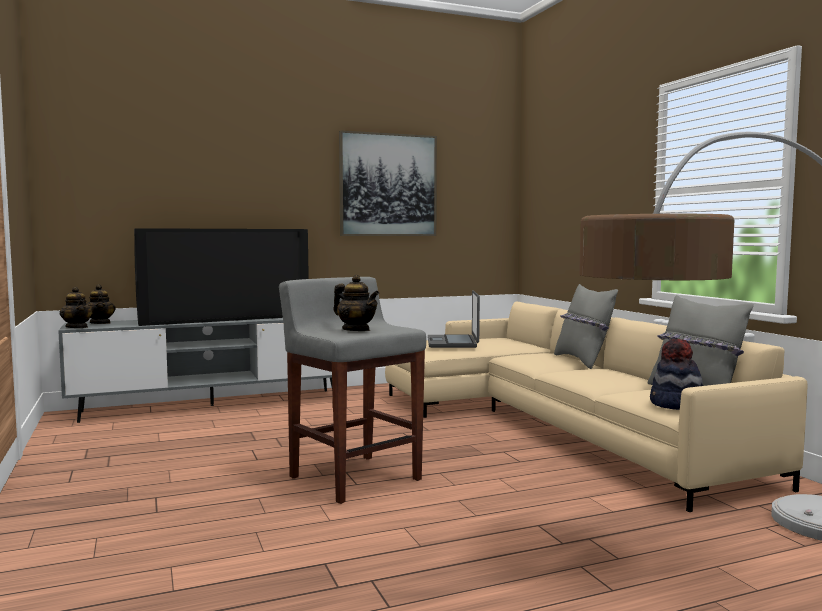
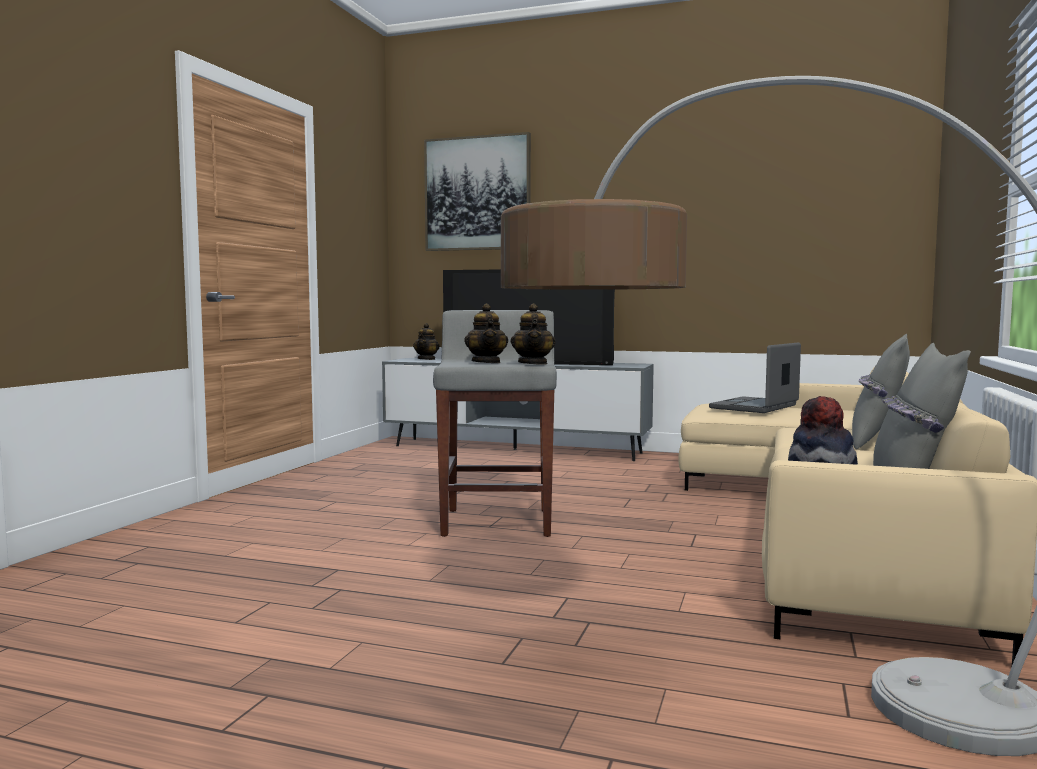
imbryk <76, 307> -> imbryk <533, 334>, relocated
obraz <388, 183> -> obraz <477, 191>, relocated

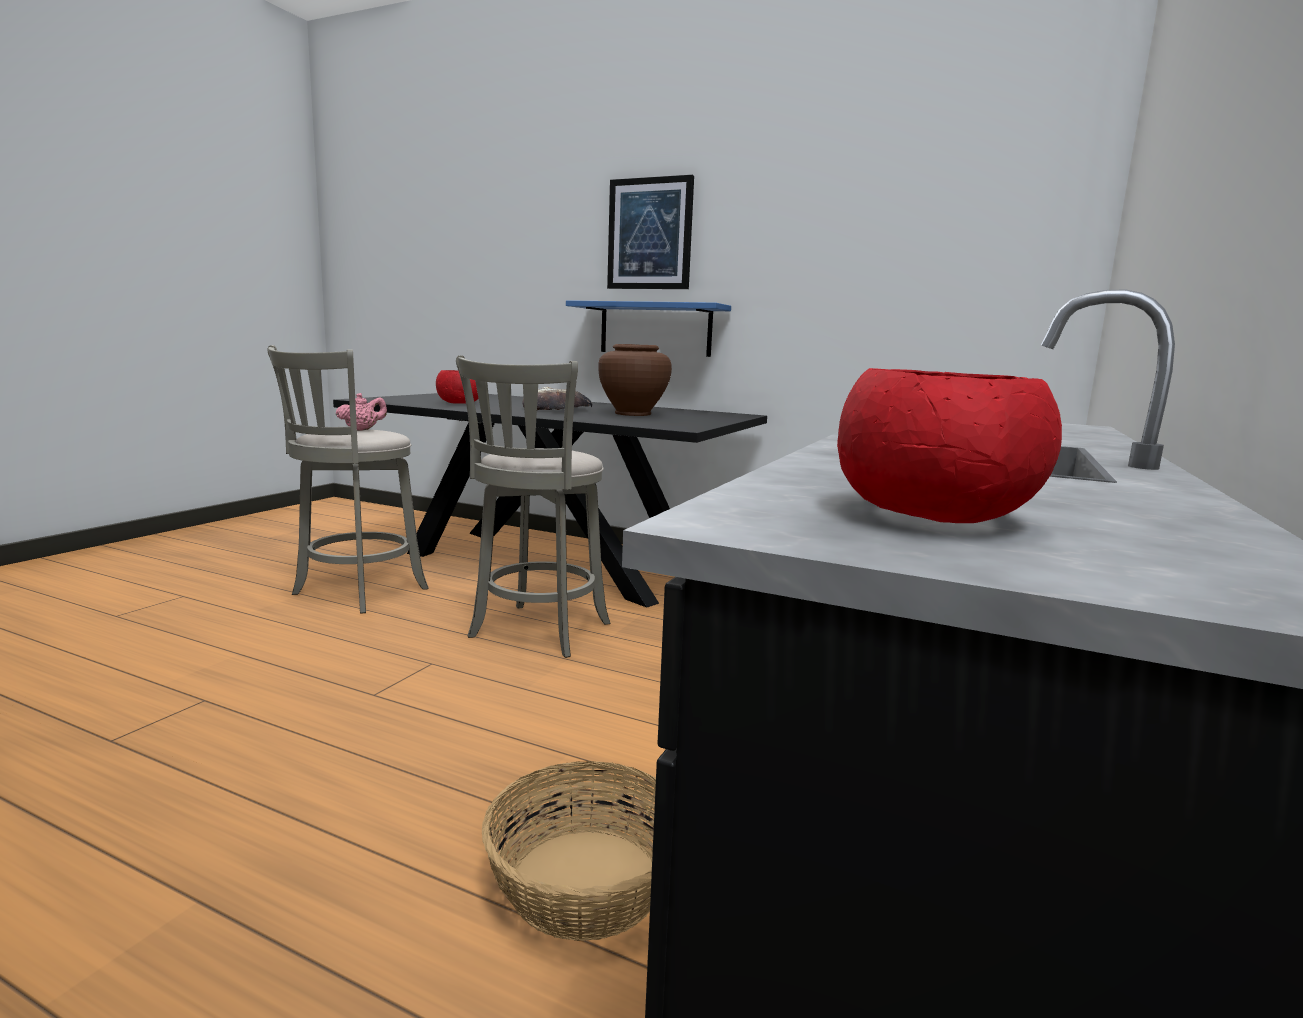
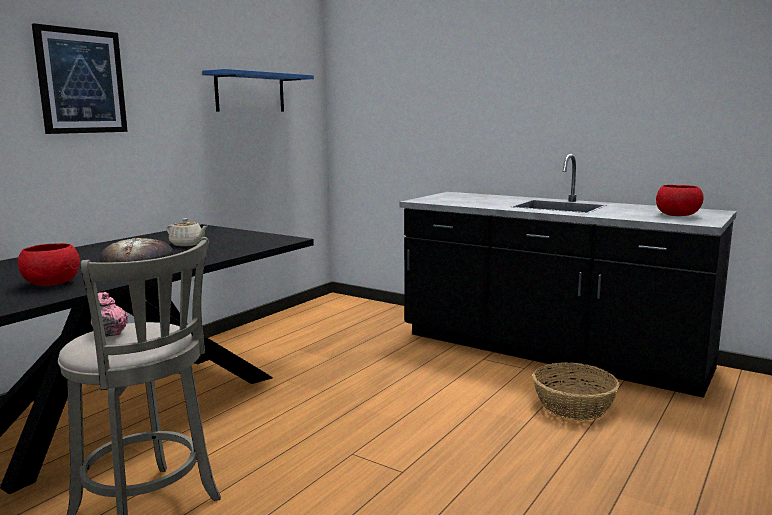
stołek/szary <533, 506> -> none
półka/niebieski <648, 328> -> półka/niebieski <258, 90>, relocated
wazon/brązowy <635, 380> -> imbryk/beżowy <186, 232>

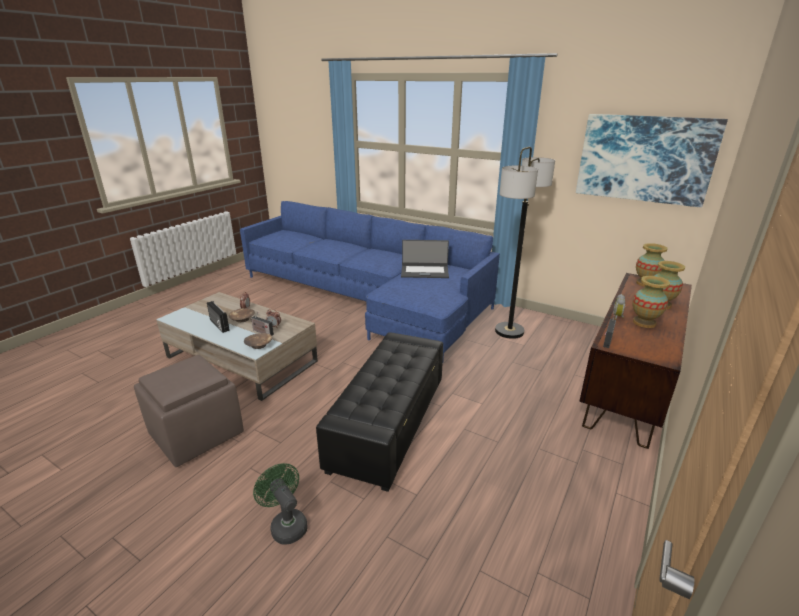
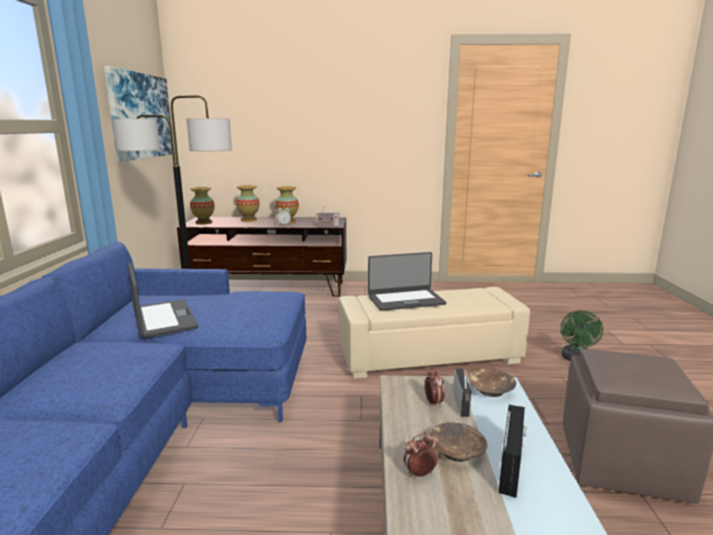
none -> laptop <407, 281>
pufa/czarny <379, 412> -> pufa/beżowy <434, 333>

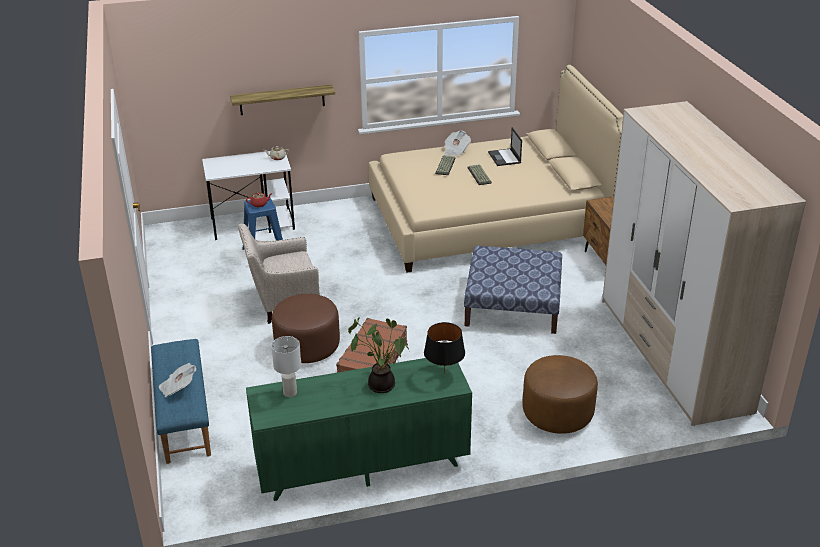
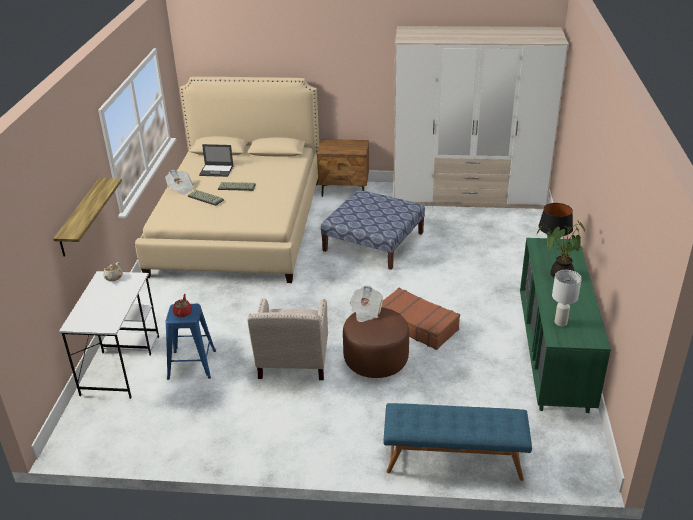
pufa/brązowy <560, 394> -> none
gazeta <177, 380> -> gazeta <366, 304>, relocated

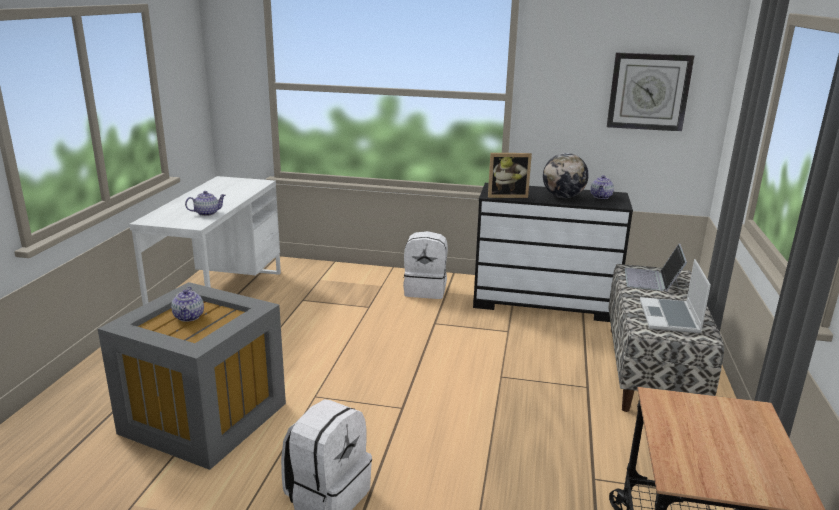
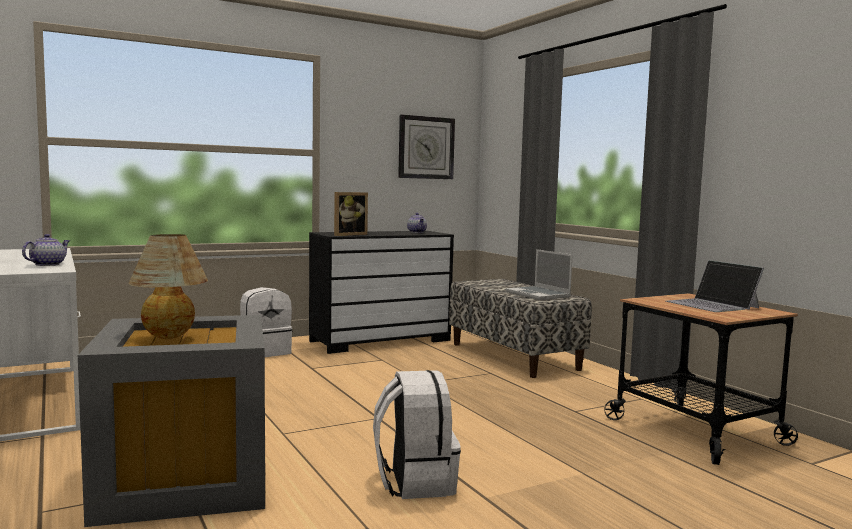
globus <566, 175> -> none
laptop <656, 268> -> laptop <714, 286>, relocated
imbryk <187, 304> -> lampa stołowa <168, 286>

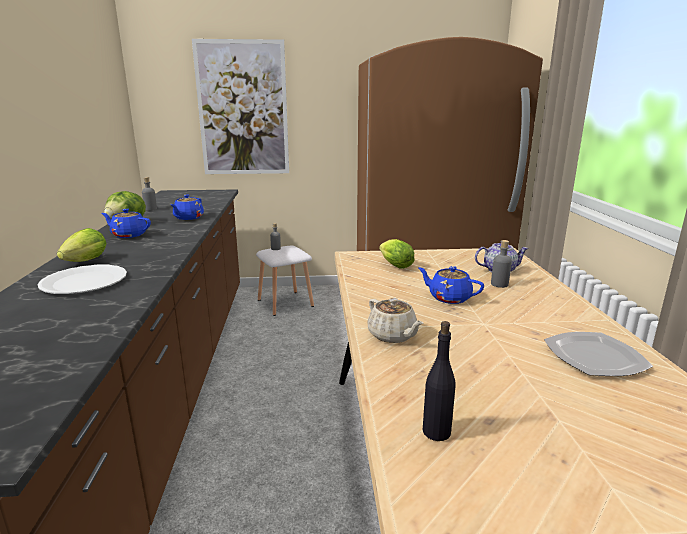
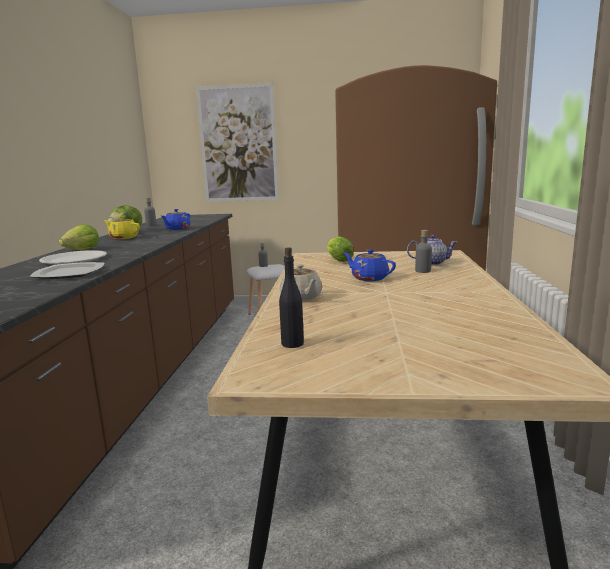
talerz <598, 354> -> talerz <66, 270>, relocated
imbryk/niebieski <126, 223> -> imbryk/żółty <122, 227>

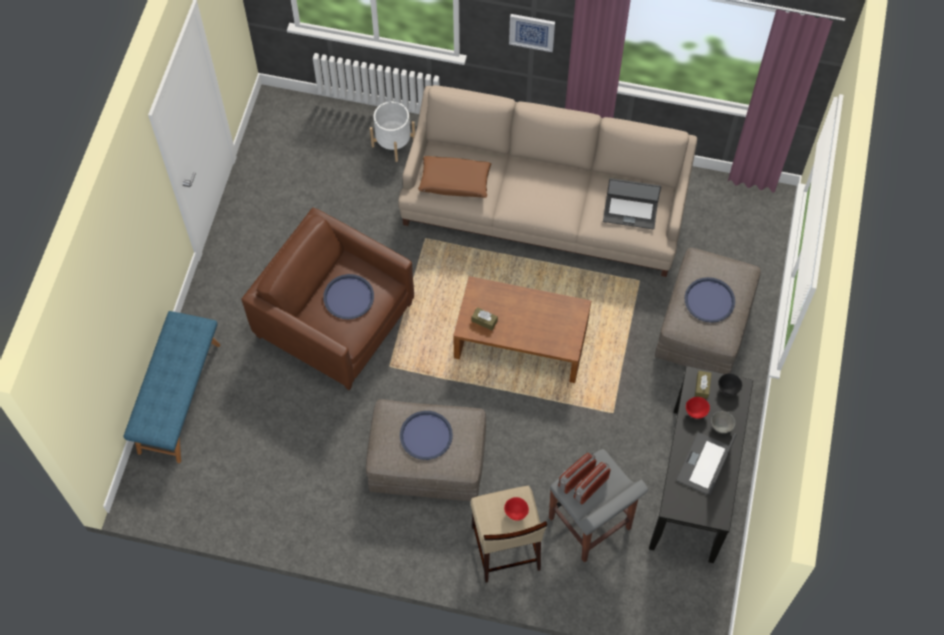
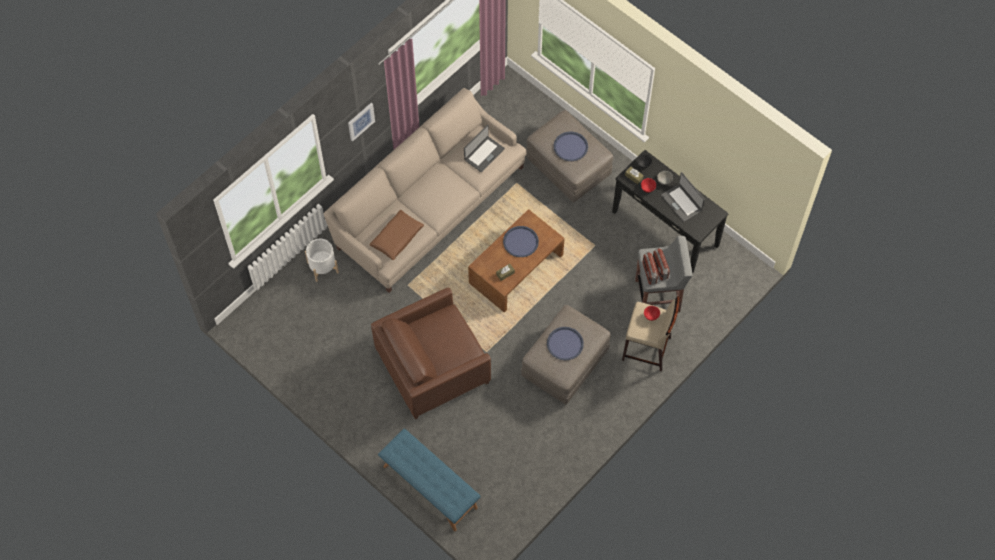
taca/niebieski <348, 296> -> taca/niebieski <521, 241>, relocated

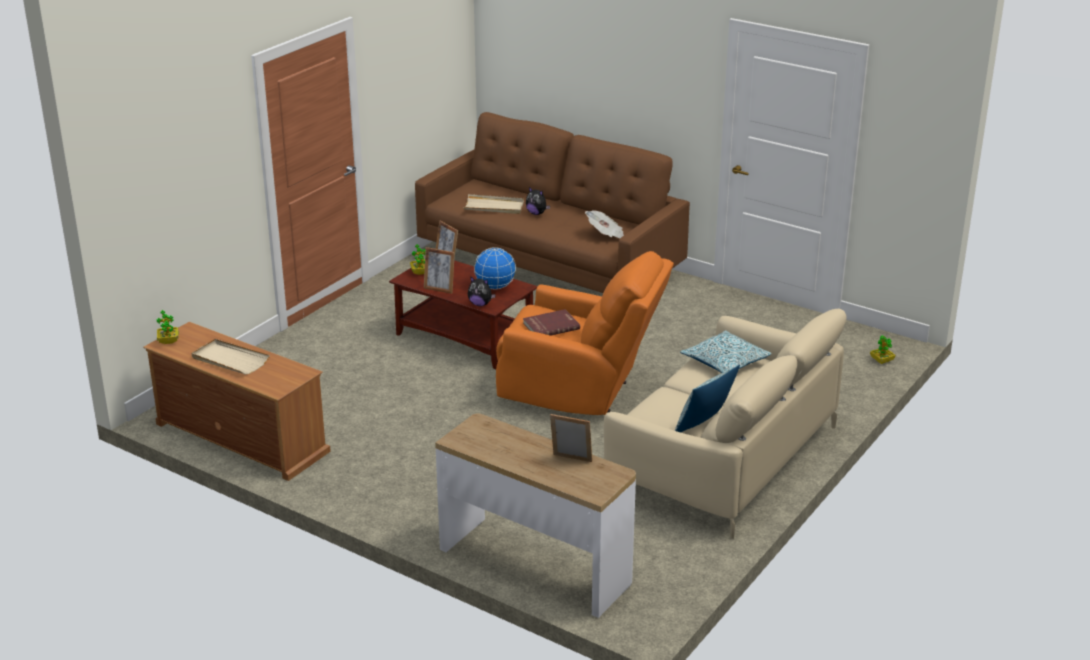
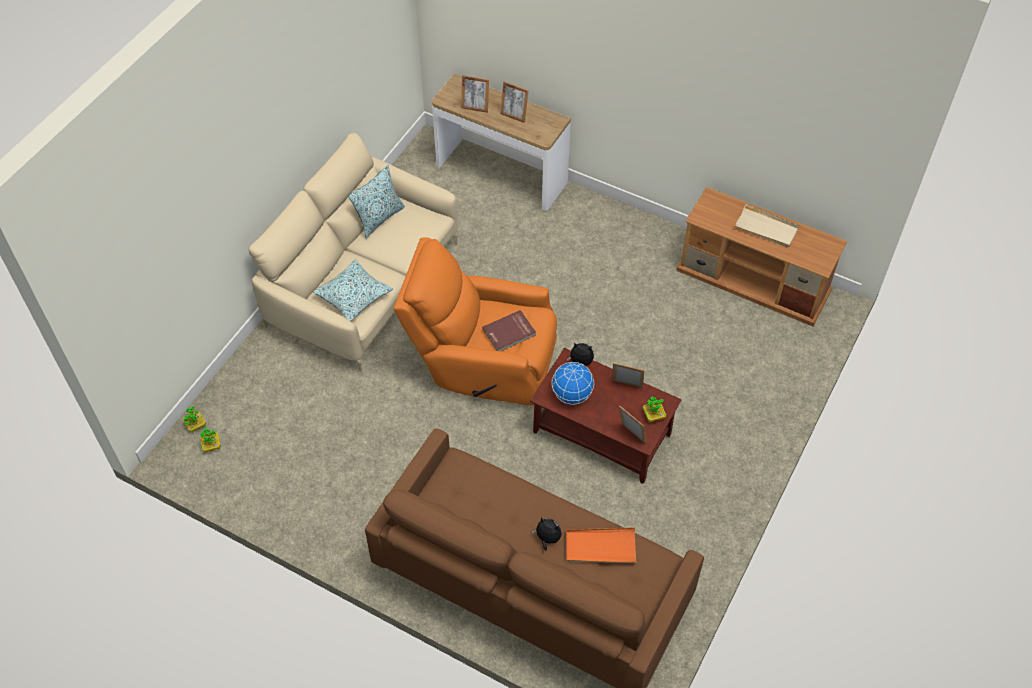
gazeta <604, 224> -> none
none -> ramka na zdjęcie <514, 102>
roślina doniczkowa <167, 327> -> roślina doniczkowa <210, 440>, relocated
taca/beżowy <493, 204> -> taca/pomarańczowy <601, 545>

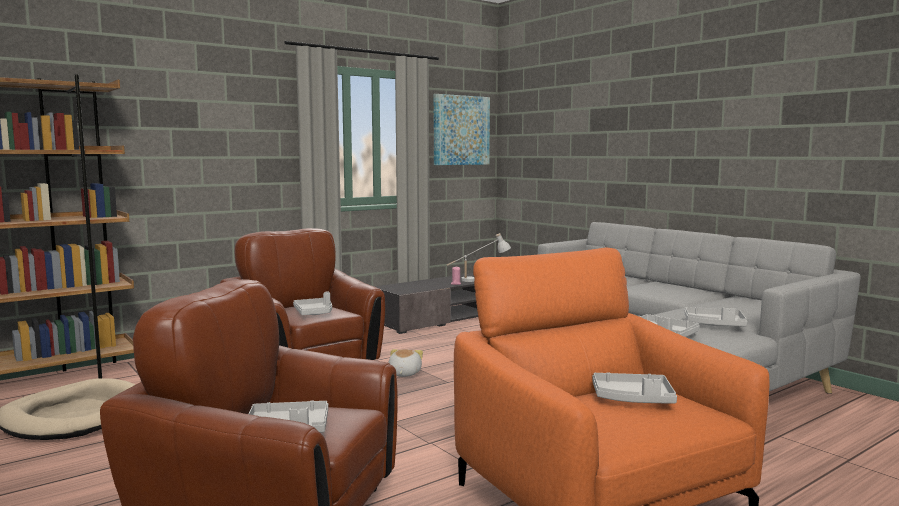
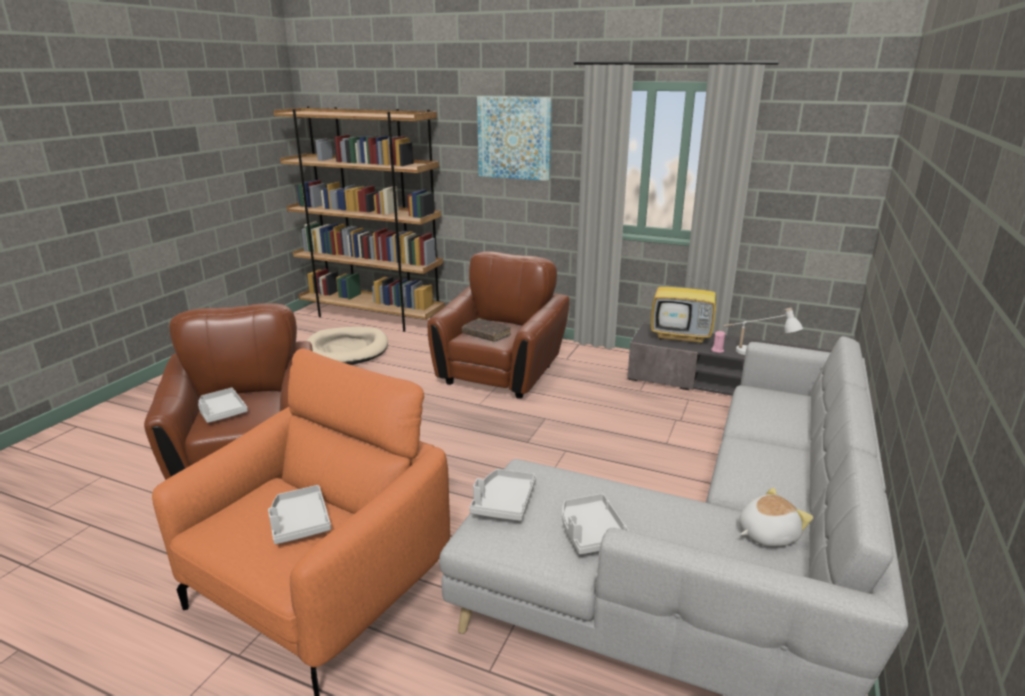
none -> telewizor <683, 301>
pluszak <406, 363> -> pluszak <776, 517>, relocated
obraz <462, 129> -> obraz <514, 138>, relocated
taca/szary <312, 303> -> książka/brązowy <486, 330>

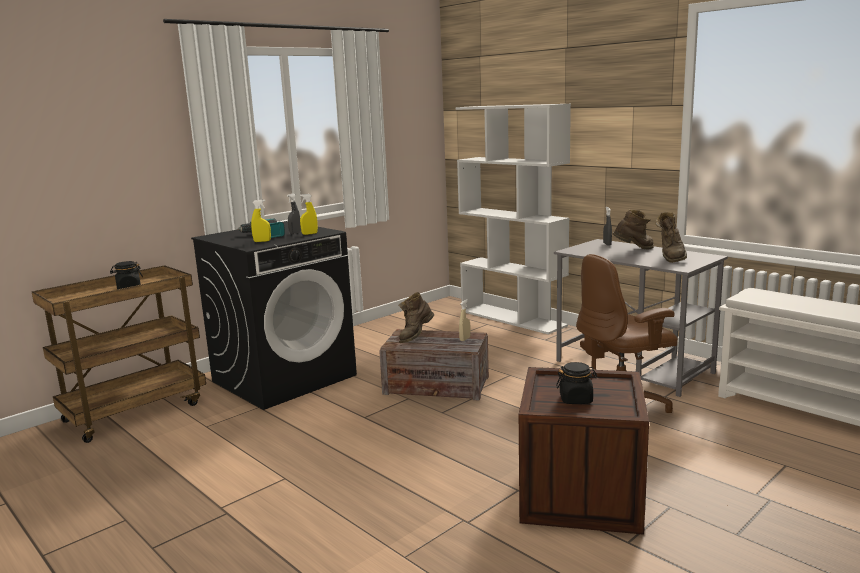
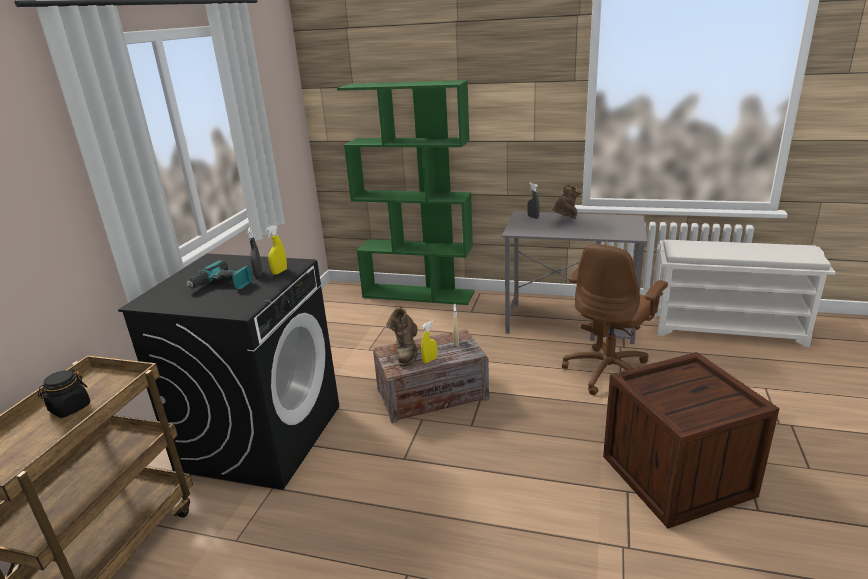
słoik/czarny <577, 383> -> none
but z cholewką/brązowy <671, 237> -> none
spryskiwacz/żółty <261, 221> -> spryskiwacz/żółty <429, 342>, relocated
regał/biały <513, 219> -> regał/zielony <405, 192>

